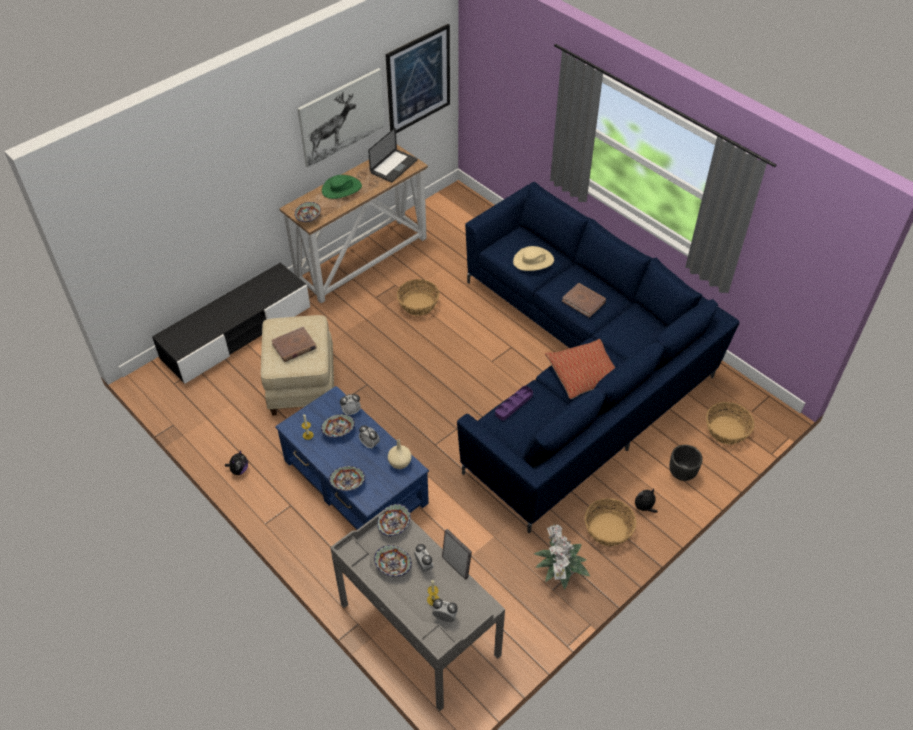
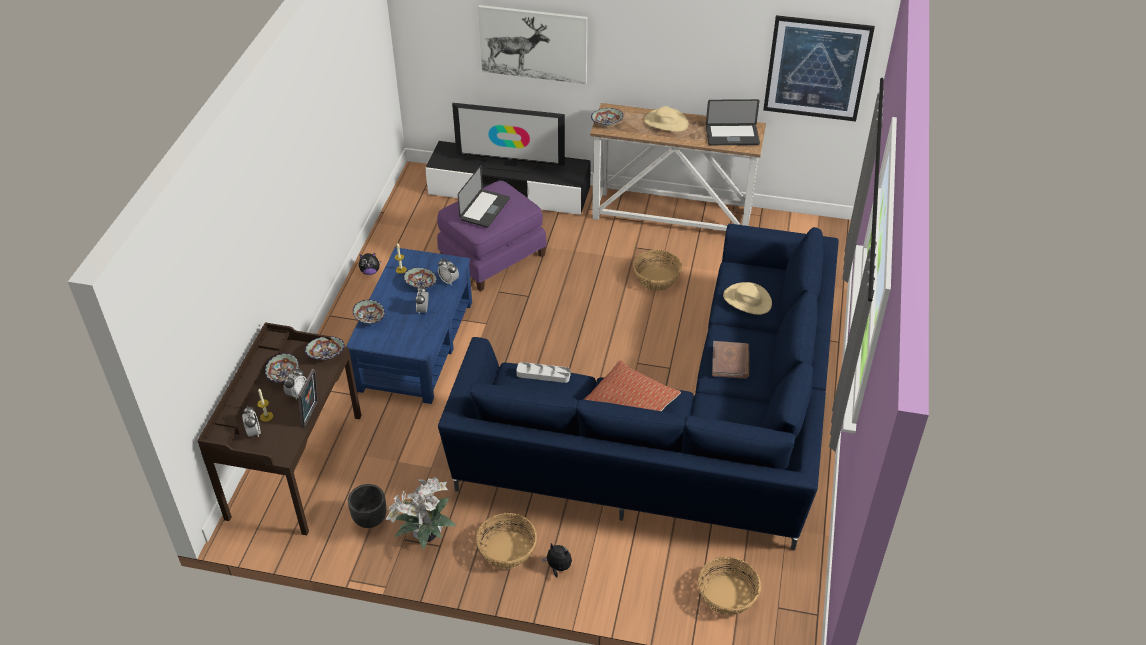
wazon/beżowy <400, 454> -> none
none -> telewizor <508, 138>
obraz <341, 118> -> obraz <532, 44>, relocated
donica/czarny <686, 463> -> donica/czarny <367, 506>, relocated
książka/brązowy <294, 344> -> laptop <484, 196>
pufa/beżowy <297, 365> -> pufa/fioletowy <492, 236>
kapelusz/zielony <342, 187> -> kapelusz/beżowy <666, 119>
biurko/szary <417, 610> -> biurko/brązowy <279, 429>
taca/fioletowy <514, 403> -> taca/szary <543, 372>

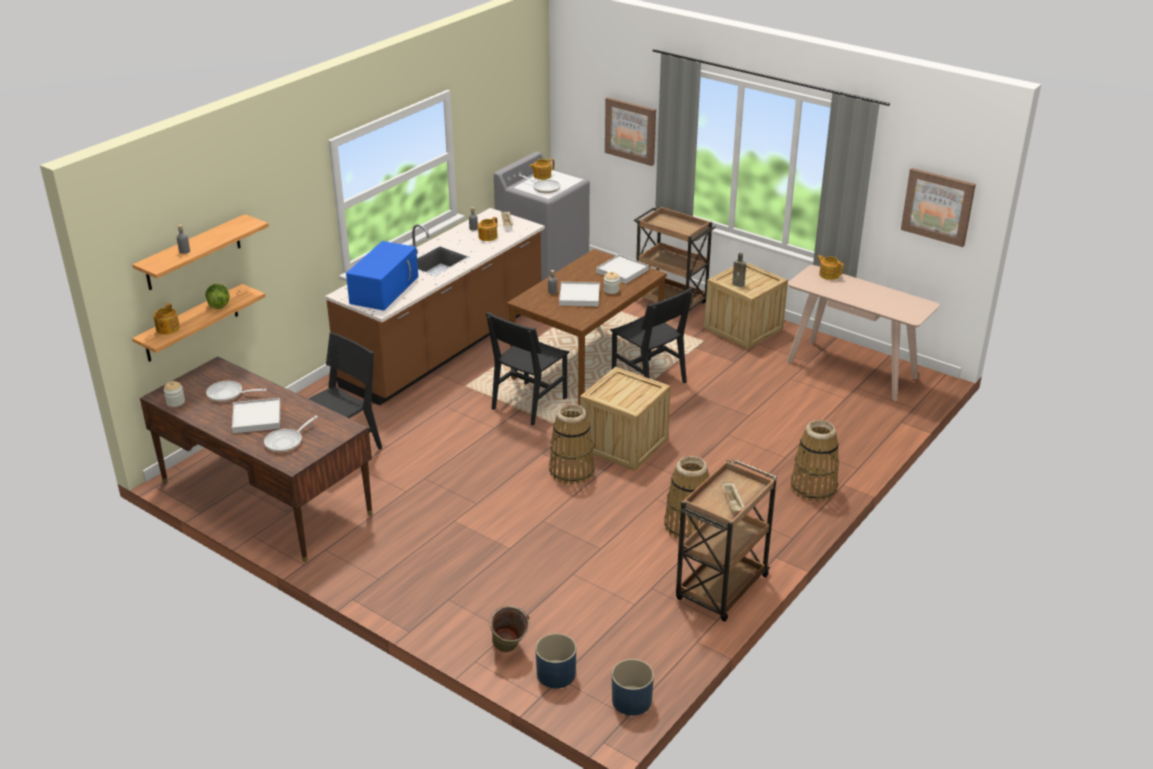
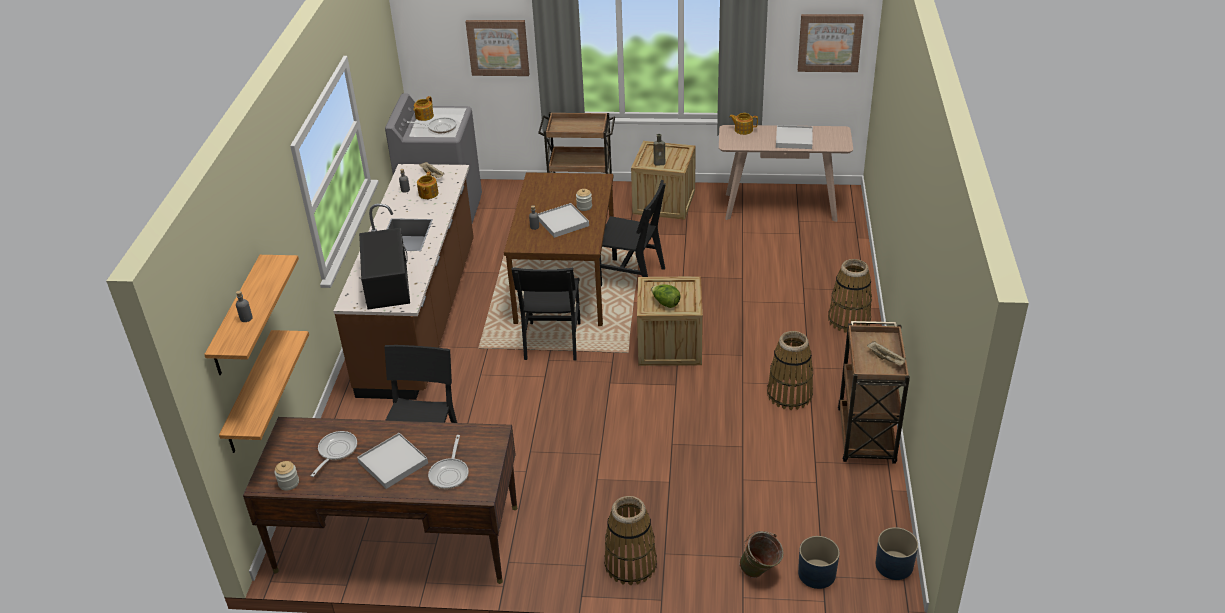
imbryk <166, 319> -> none
sałata <217, 296> -> sałata <666, 296>, relocated
koszyk <571, 444> -> koszyk <630, 540>, relocated
taca/biały <622, 269> -> taca/biały <794, 137>, relocated
mikrofalówka/niebieski <382, 276> -> mikrofalówka/czarny <384, 269>
patelnia <236, 391> -> patelnia <334, 454>, 135 degrees clockwise

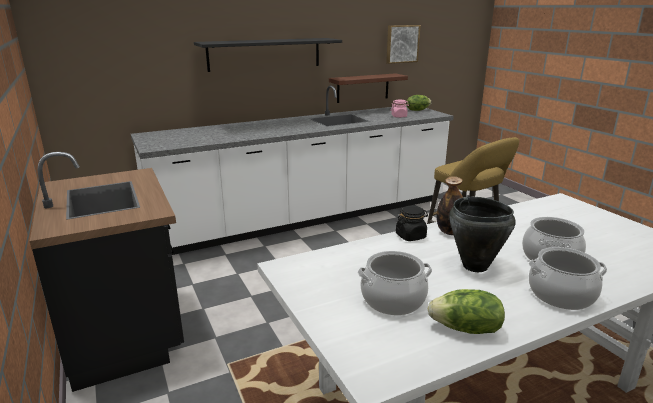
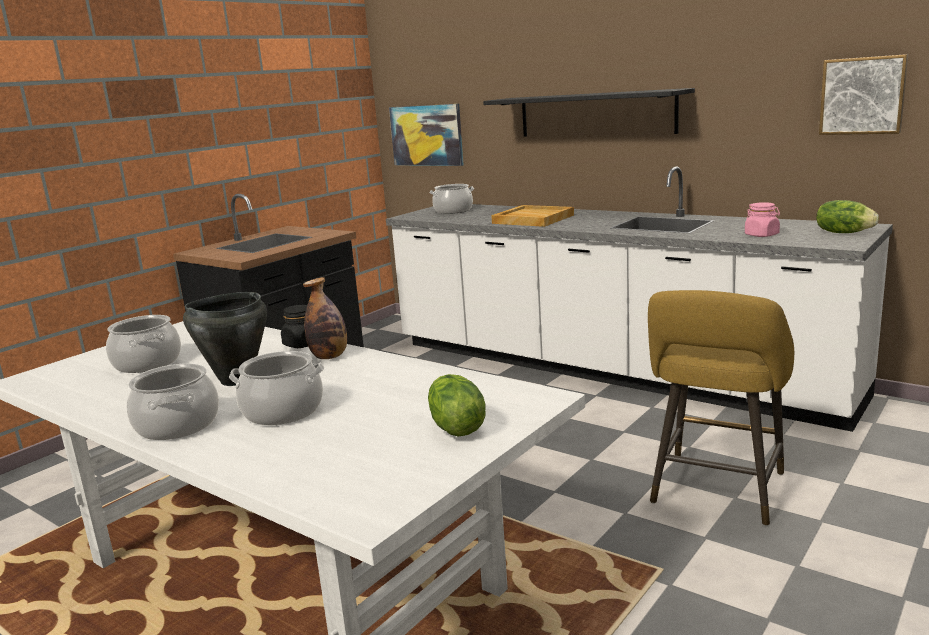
półka/brązowy <368, 88> -> none
none -> obraz <426, 135>
none -> garnek <451, 199>
none -> taca/beżowy <532, 216>
sałata <466, 311> -> sałata <456, 405>, relocated

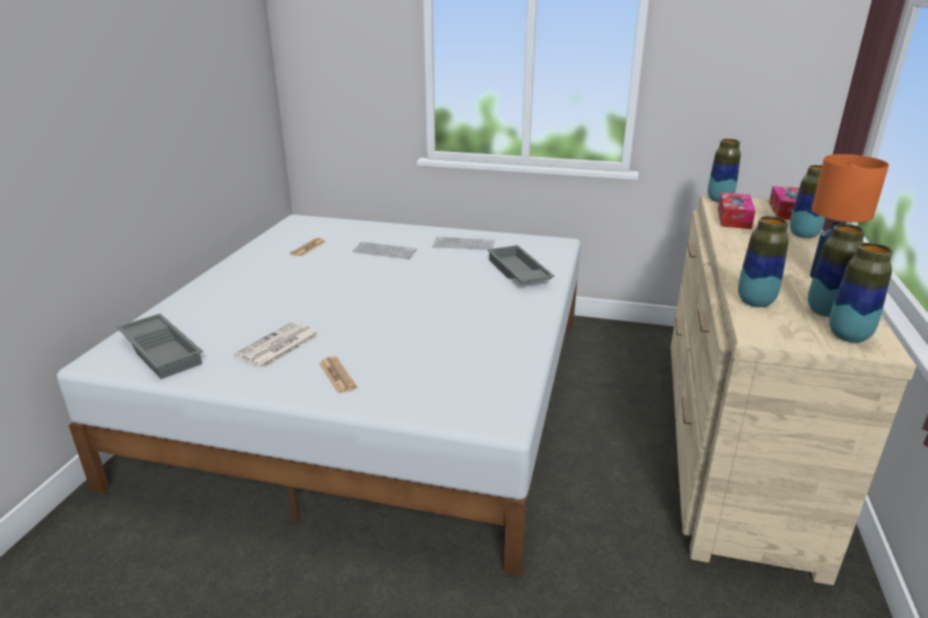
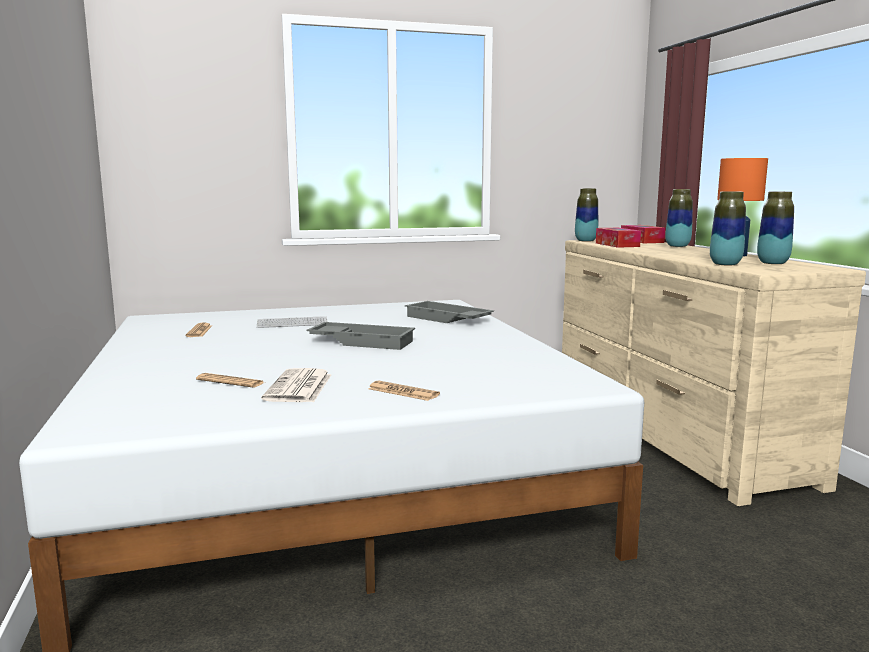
klawiatura <463, 243> -> none
wazon <861, 293> -> none
none -> gazeta <230, 380>
taca/szary <160, 346> -> taca/szary <360, 336>, relocated

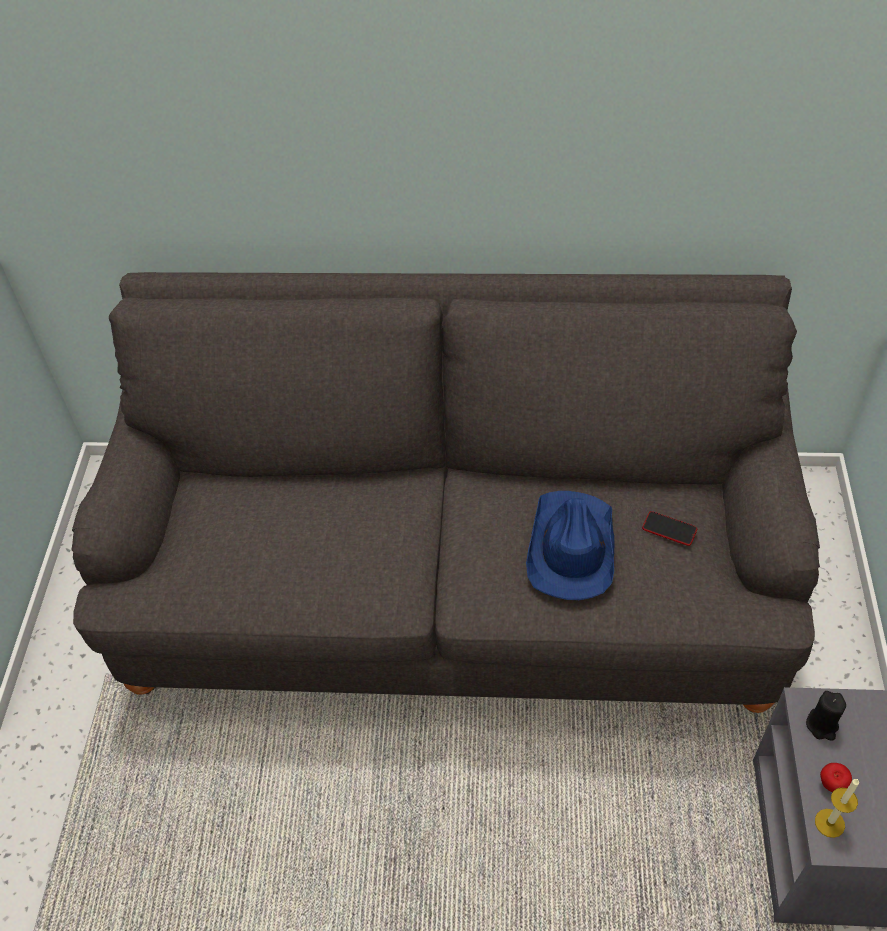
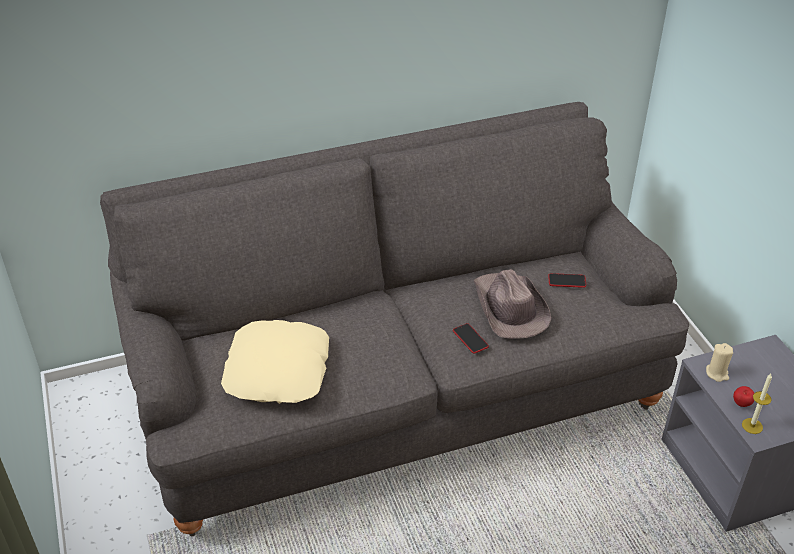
none -> poduszka/beżowy <275, 362>
none -> telefon <471, 338>
kapelusz/niebieski <570, 545> -> kapelusz/brązowy <512, 304>
świeca/czarny <826, 716> -> świeca/beżowy <719, 362>

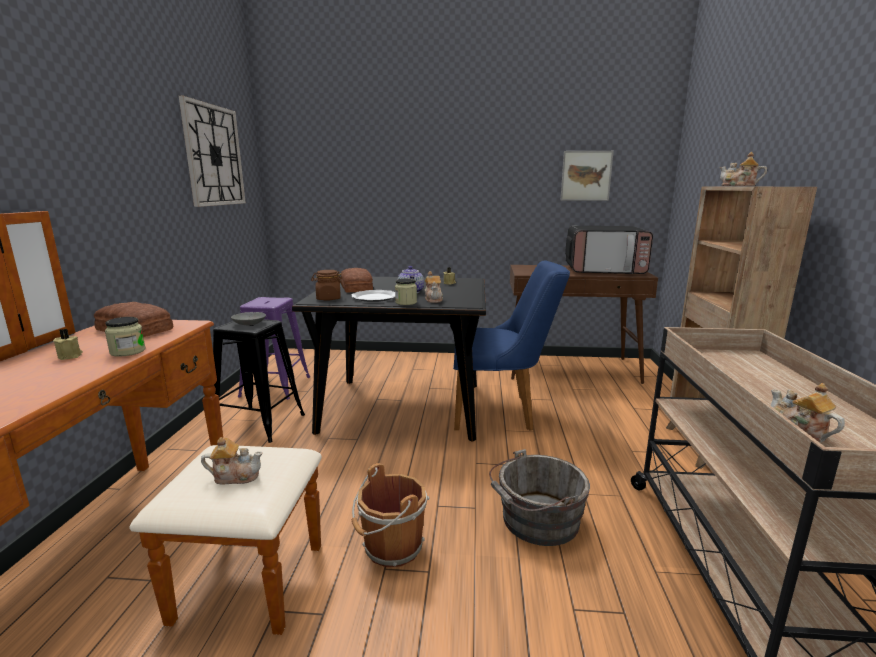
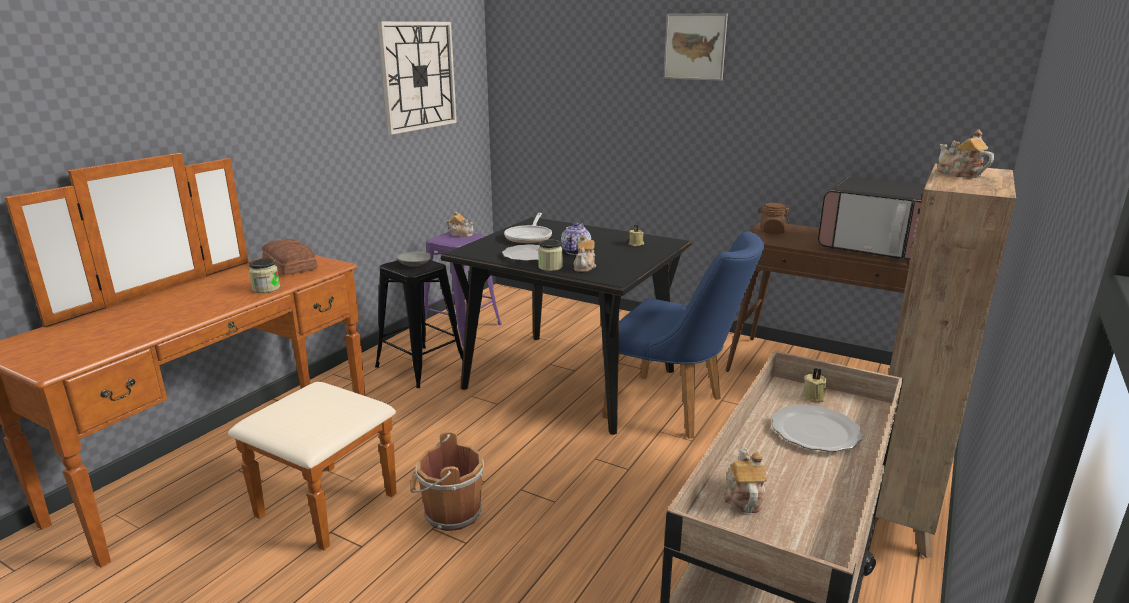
wiadro/szary <539, 497> -> none
none -> talerz <817, 428>
świeca/beżowy <68, 344> -> świeca/beżowy <814, 385>, relocated
imbryk <231, 461> -> imbryk <460, 224>, relocated
słoik/brązowy <327, 285> -> słoik/brązowy <773, 218>, relocated
obraz <587, 176> -> obraz <696, 47>, relocated
chleb <357, 280> -> patelnia <528, 228>

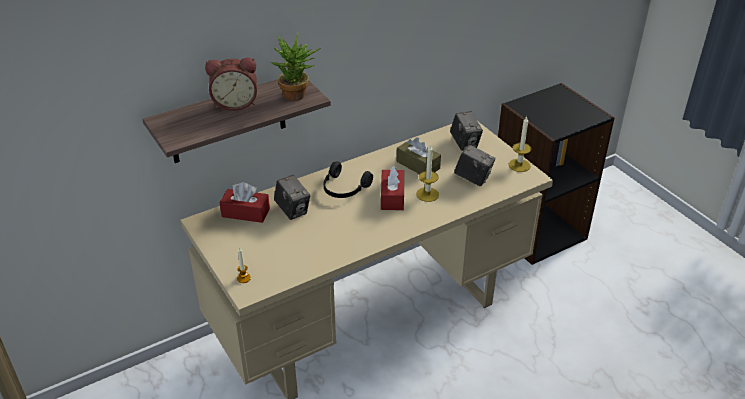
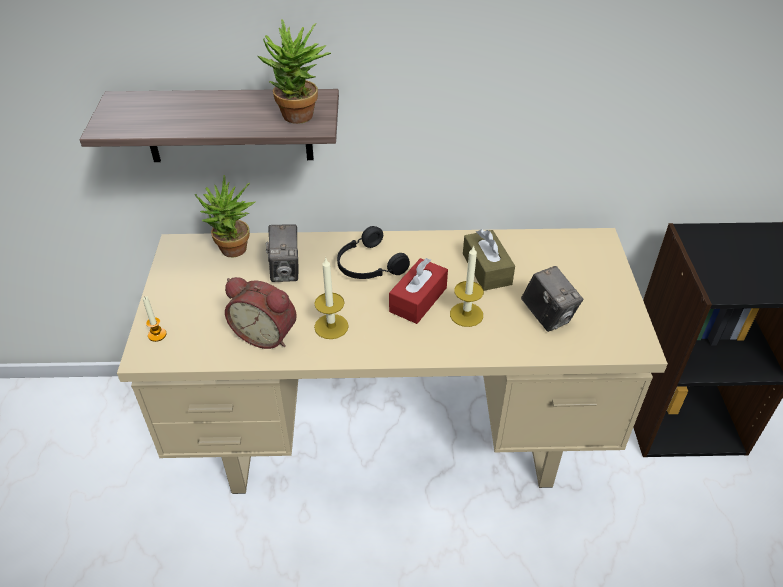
aparat fotograficzny <466, 131> -> none
budzik <231, 84> -> budzik <261, 313>, relocated
świeca <520, 144> -> świeca <331, 298>, relocated
pudełko chusteczek/czerwony <245, 203> -> roślina doniczkowa <225, 216>

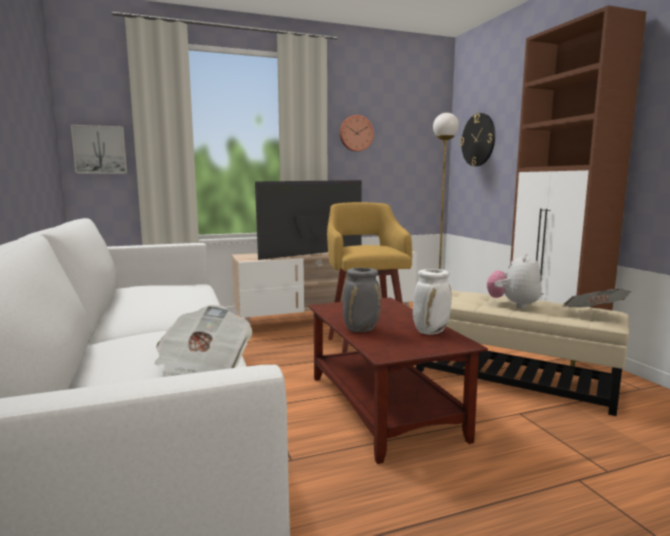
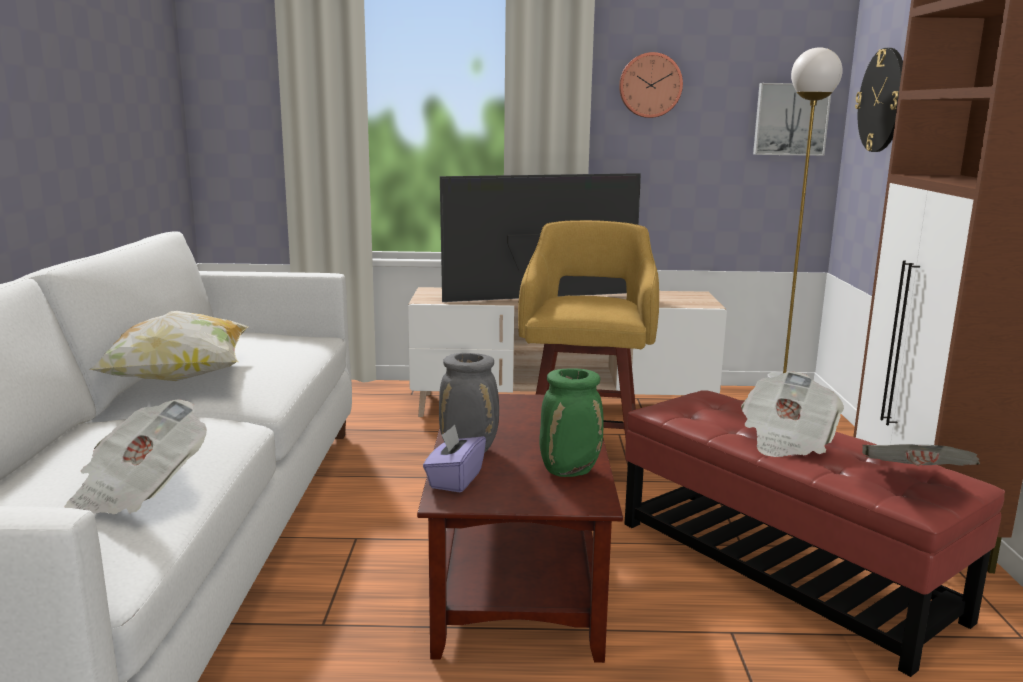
none -> poduszka <169, 346>
none -> pudełko chusteczek/fioletowy <454, 458>
obraz <99, 149> -> obraz <792, 119>, relocated
pluszak <514, 280> -> gazeta <792, 414>
wazon/biały <432, 302> -> wazon/zielony <571, 422>
pufa/beżowy <522, 353> -> pufa/czerwony <814, 533>

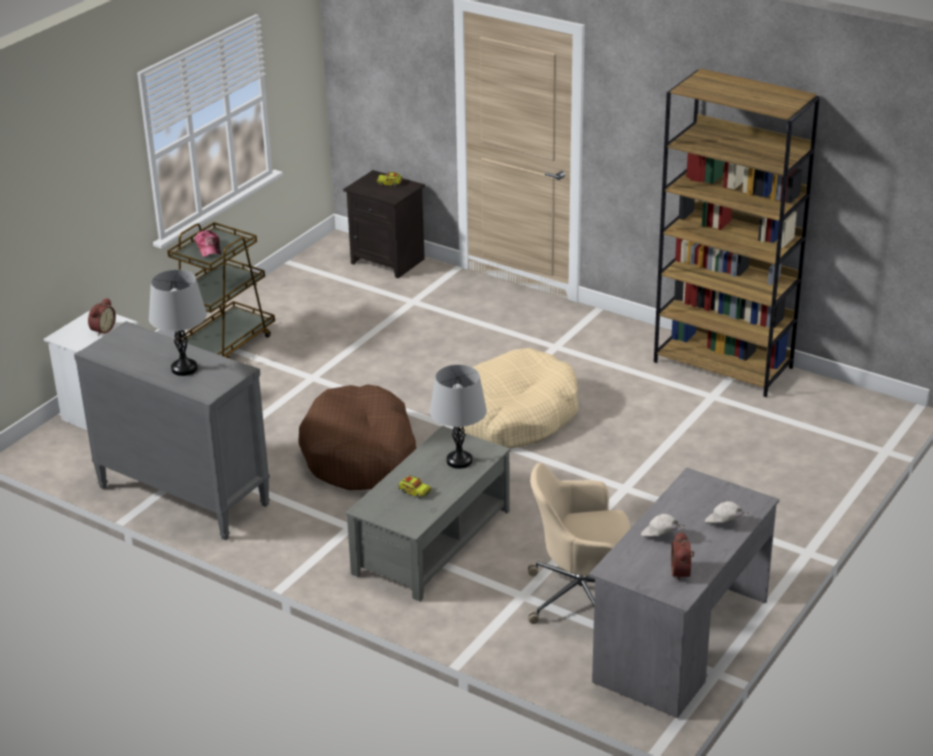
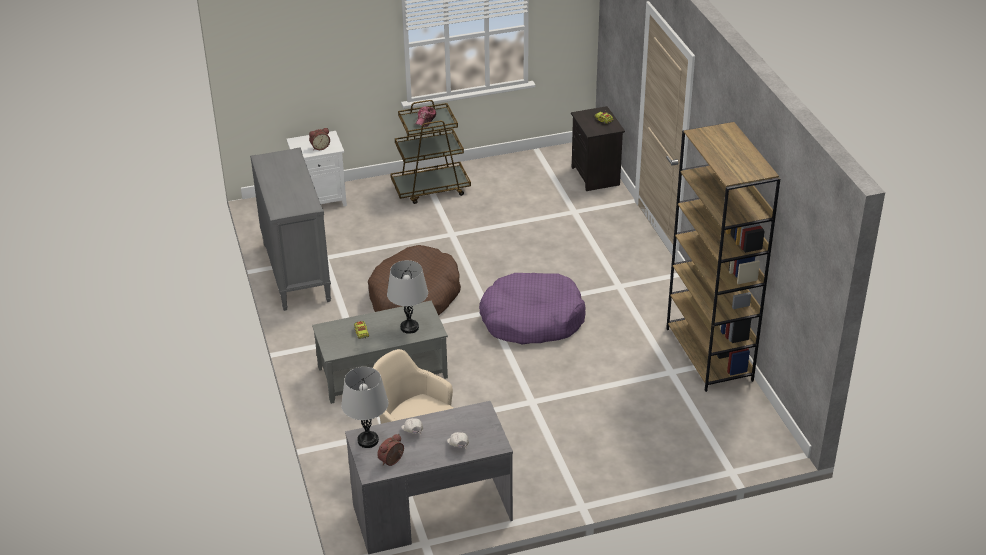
lampa stołowa/szary <178, 323> -> lampa stołowa/szary <365, 407>, relocated
legowisko/beżowy <519, 398> -> legowisko/fioletowy <532, 309>

